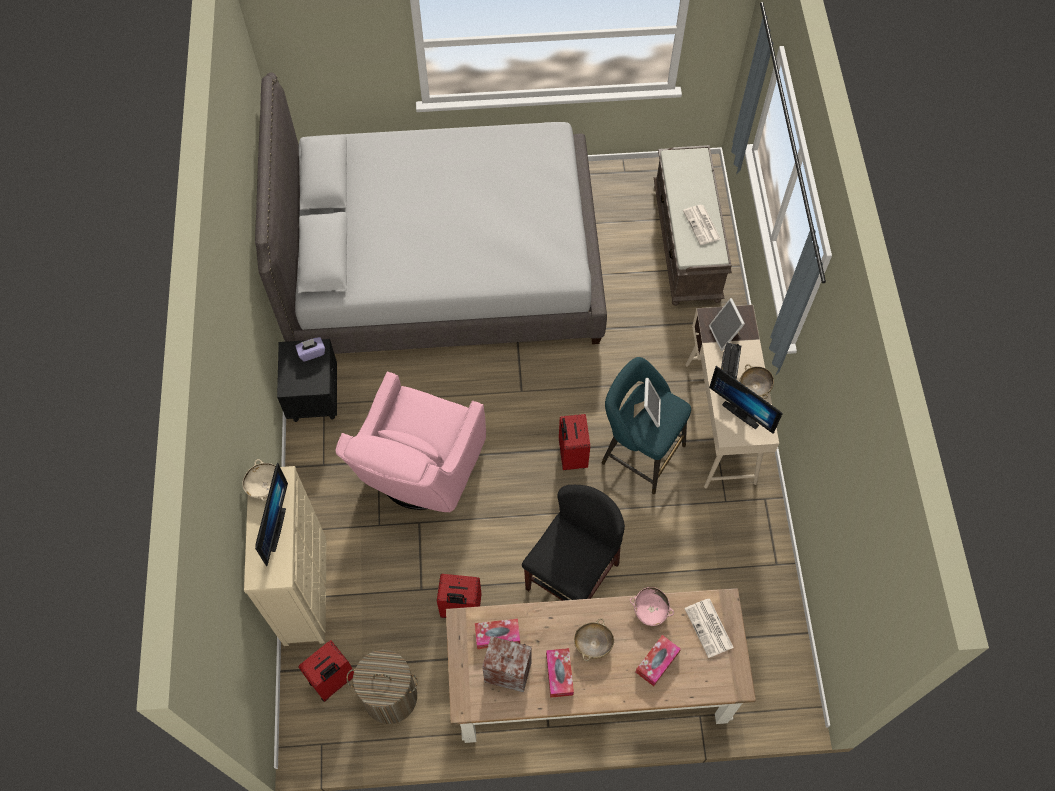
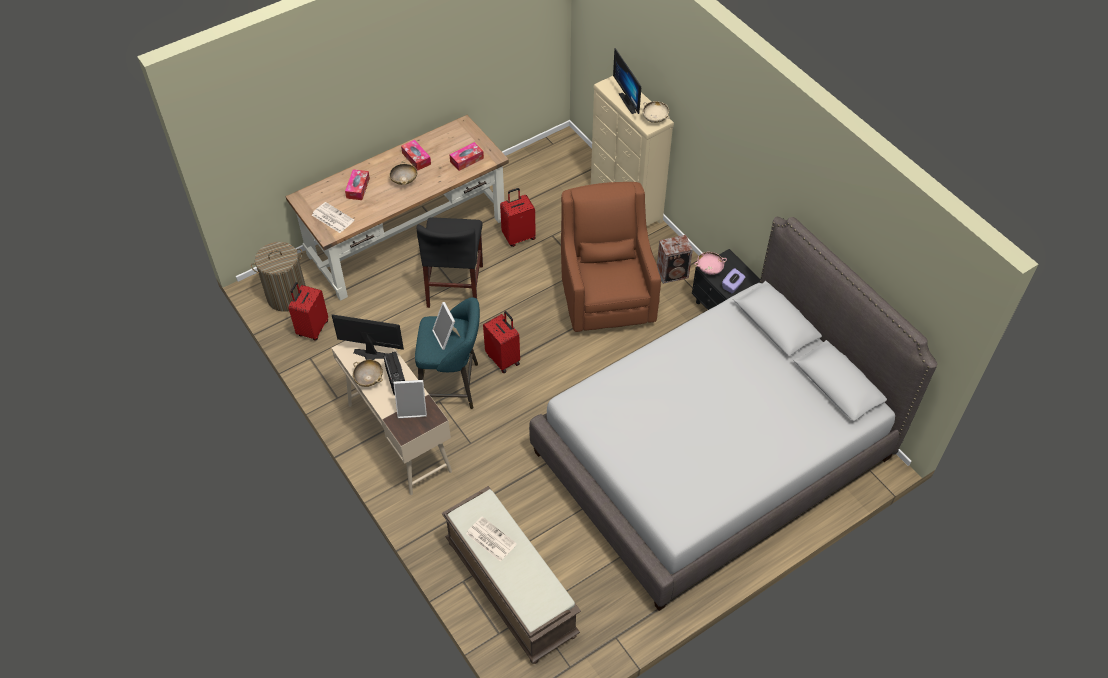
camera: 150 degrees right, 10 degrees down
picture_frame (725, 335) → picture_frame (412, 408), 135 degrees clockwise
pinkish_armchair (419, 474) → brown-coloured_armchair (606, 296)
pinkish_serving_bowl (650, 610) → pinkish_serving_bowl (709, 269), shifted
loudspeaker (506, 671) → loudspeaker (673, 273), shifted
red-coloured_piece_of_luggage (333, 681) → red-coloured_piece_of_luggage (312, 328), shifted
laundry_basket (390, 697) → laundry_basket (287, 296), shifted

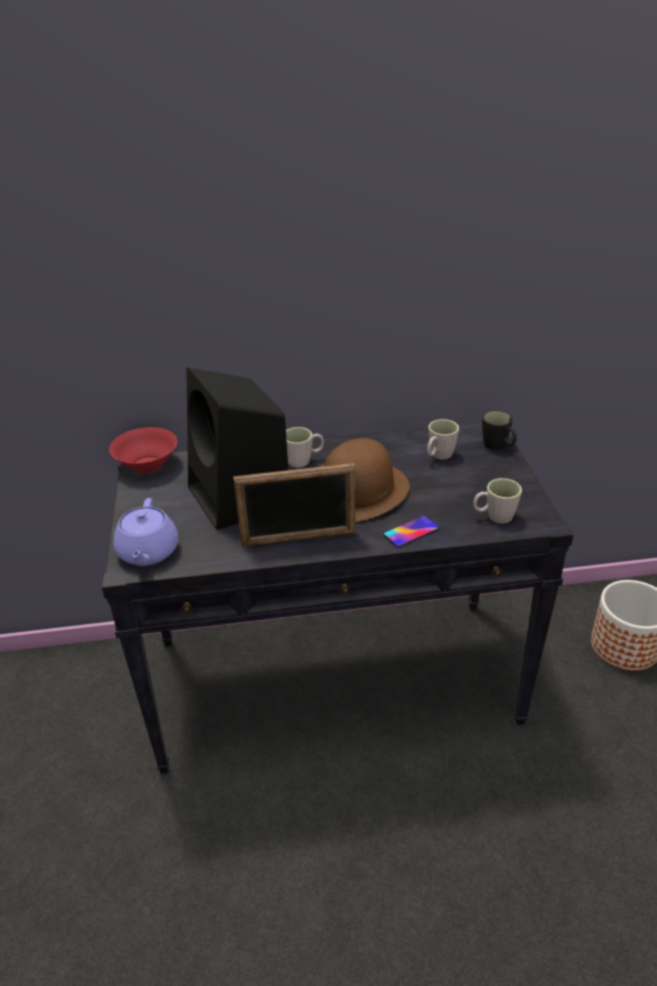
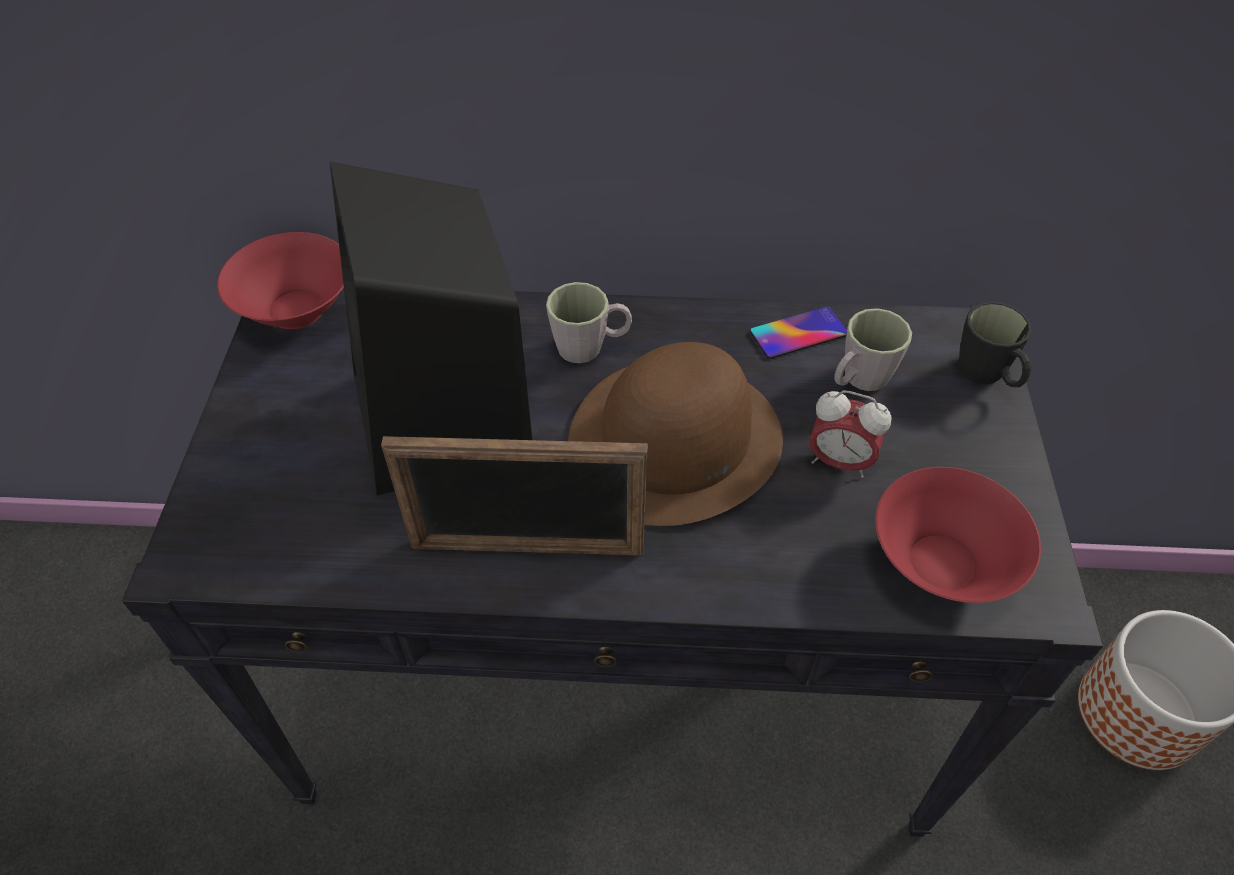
camera: 10 degrees right, 15 degrees up
gray_tea_mug (494, 516) → red-coloured_serving_bowl (940, 564)
purple_tea_pot (148, 552) → -
telephone (411, 532) → telephone (798, 333), shifted
- → table_clock (839, 462)

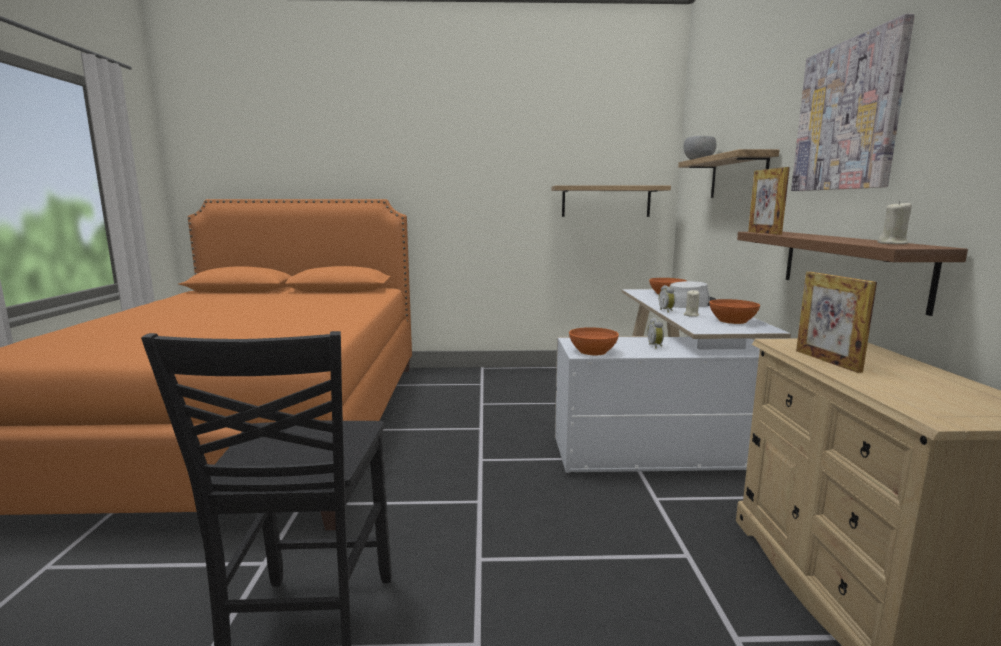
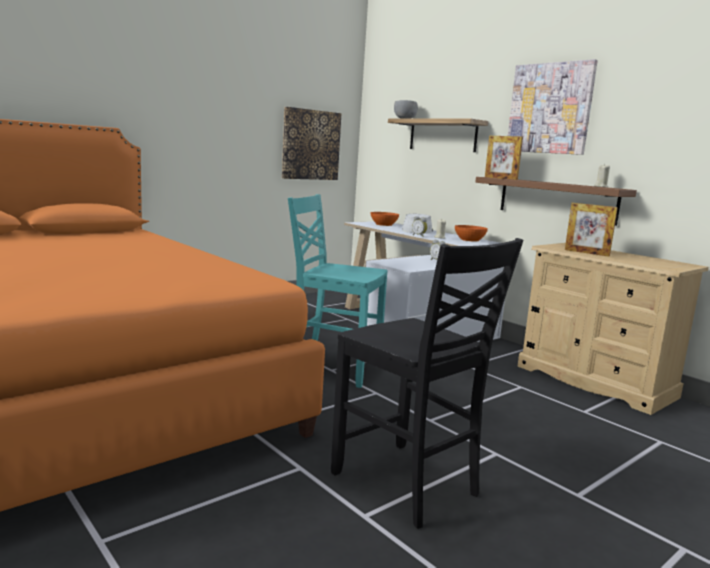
camera: 40 degrees left, 0 degrees up
bracket_shelf (606, 201) → wall_art (311, 145)
orangey_serving_bowl (593, 351) → -
- → blue-green_chair (333, 368)

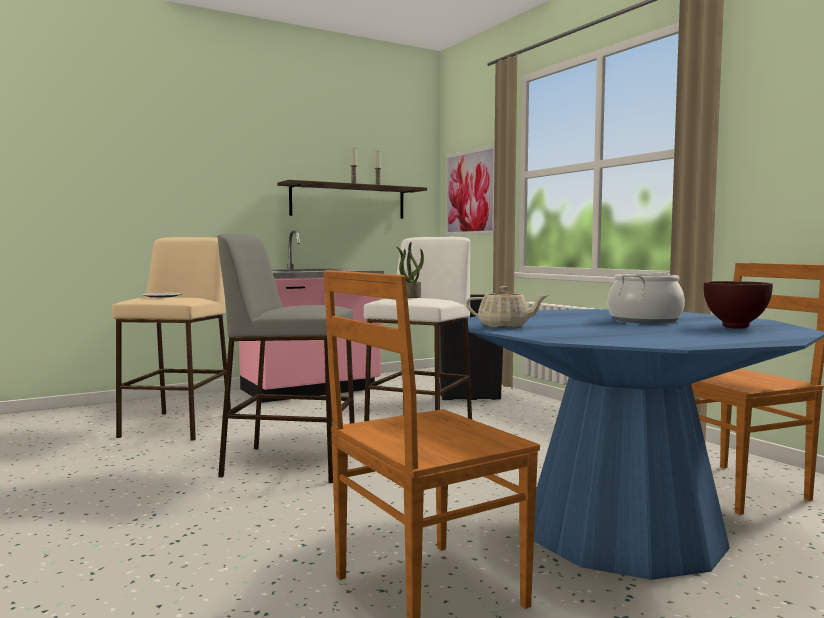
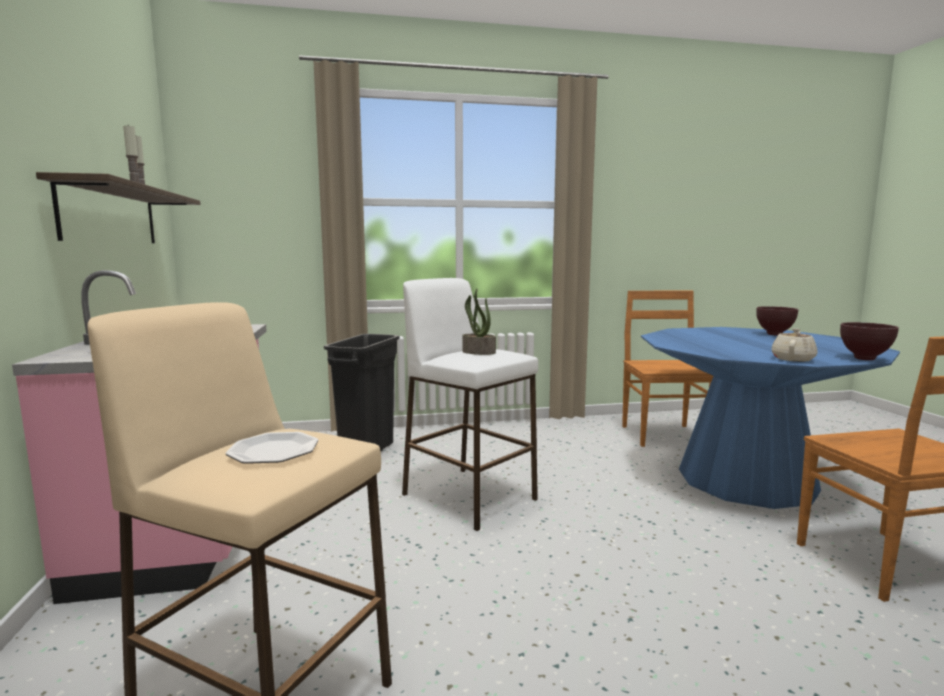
camera: 70 degrees left, 5 degrees up
wall_art (471, 193) → -
gray_stool (289, 464) → -
cooking_pot (645, 320) → -
- → brown-coloured_serving_bowl (865, 359)

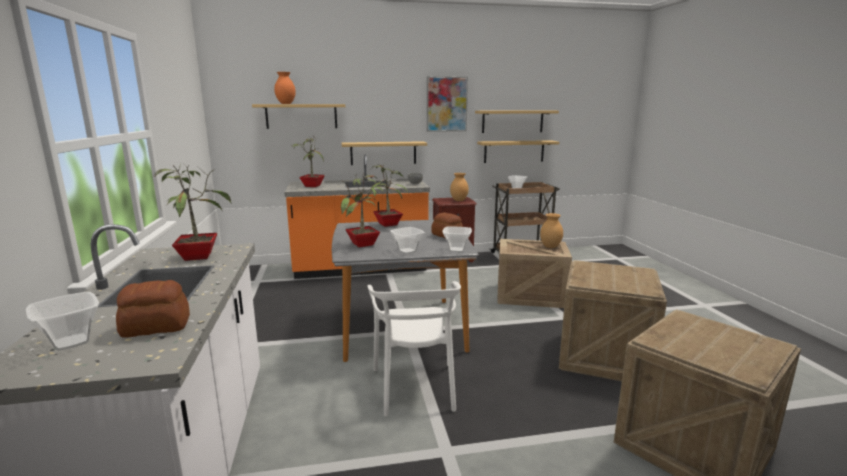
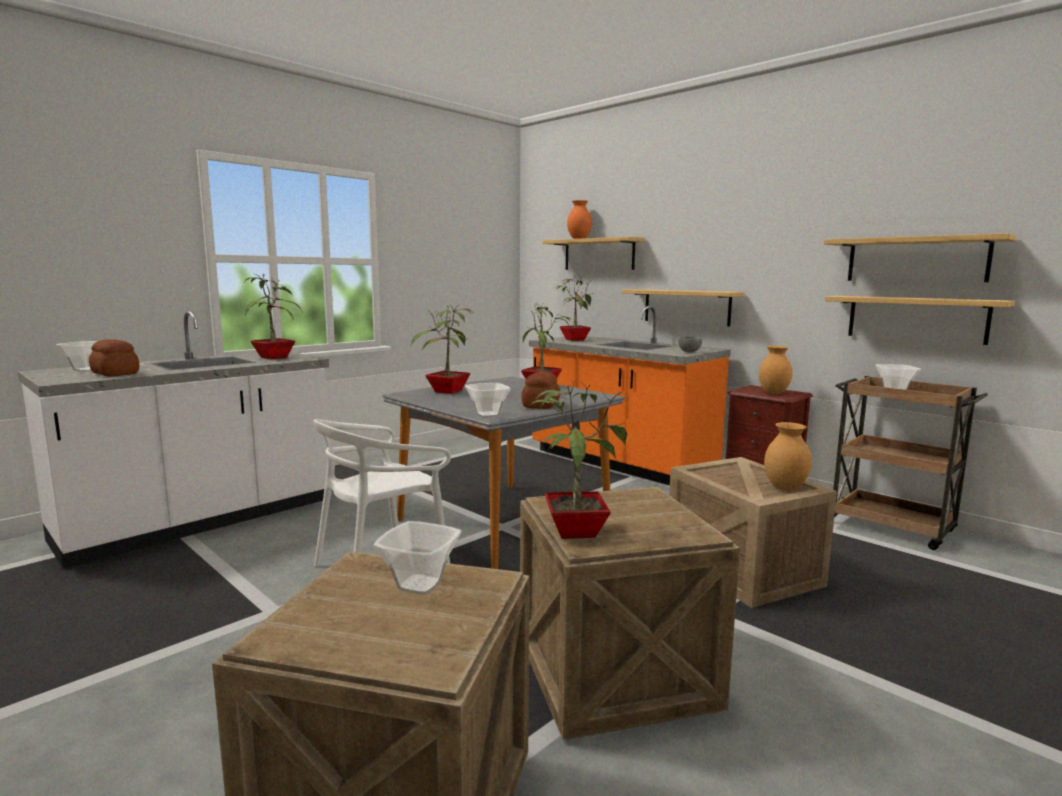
camera: 55 degrees right, 5 degrees down
wall_art (446, 104) → -
serving_bowl (408, 251) → serving_bowl (419, 586), shifted
- → potted_plant (575, 530)

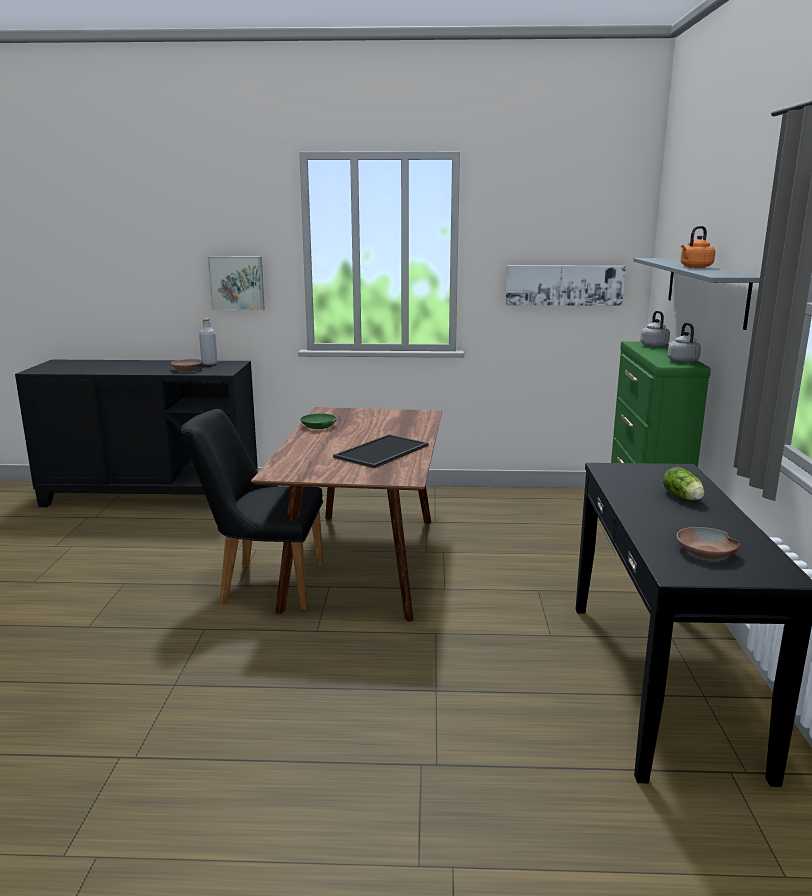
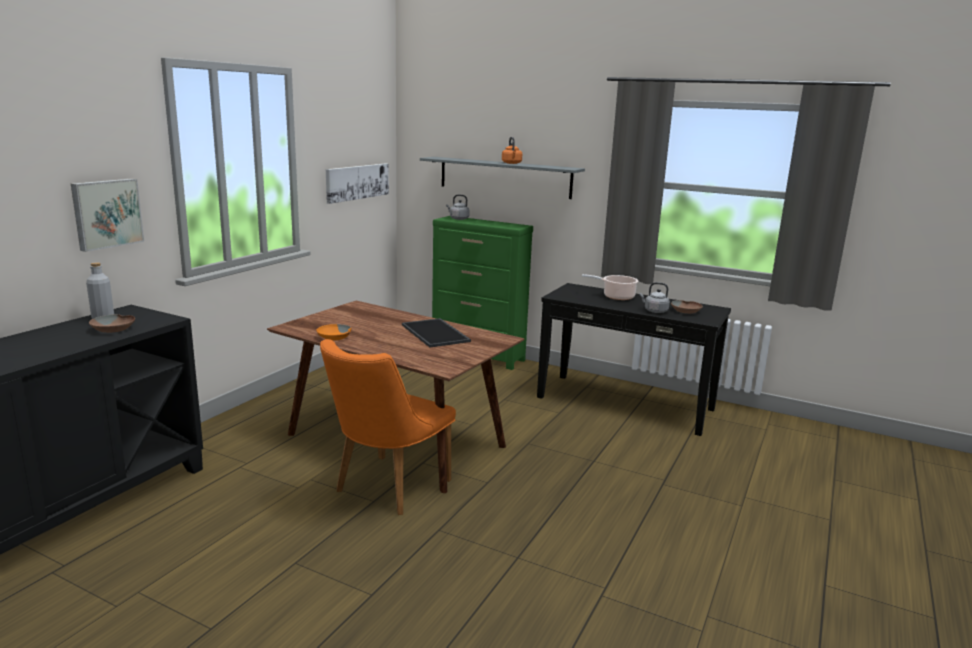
camera: 65 degrees left, 0 degrees up
gray_water_kettle (682, 361) → gray_water_kettle (654, 311), shifted
blackish_chair (262, 583) → orangey_chair (385, 489)
greenish_serving_bowl (318, 426) → orangey_serving_bowl (334, 337)
head_of_lettuce (683, 498) → cooking_pot (616, 296)

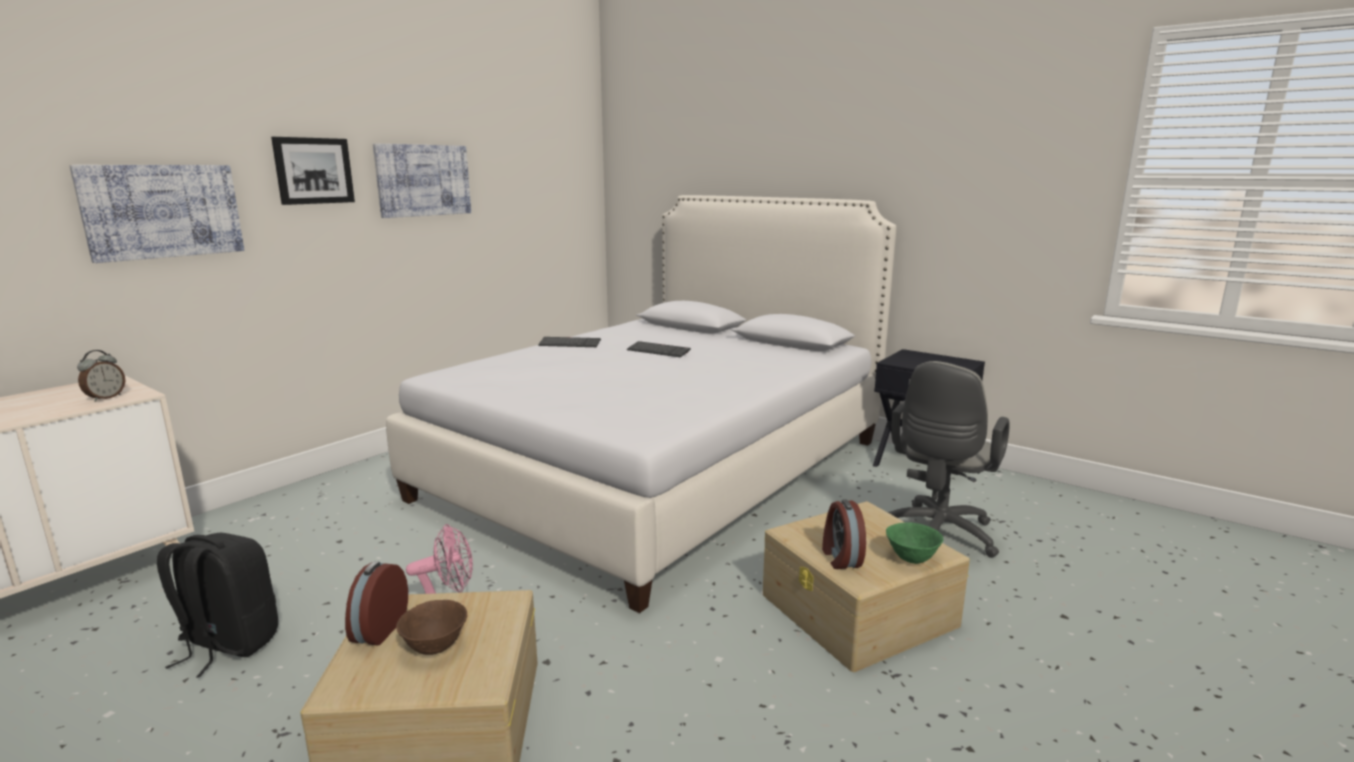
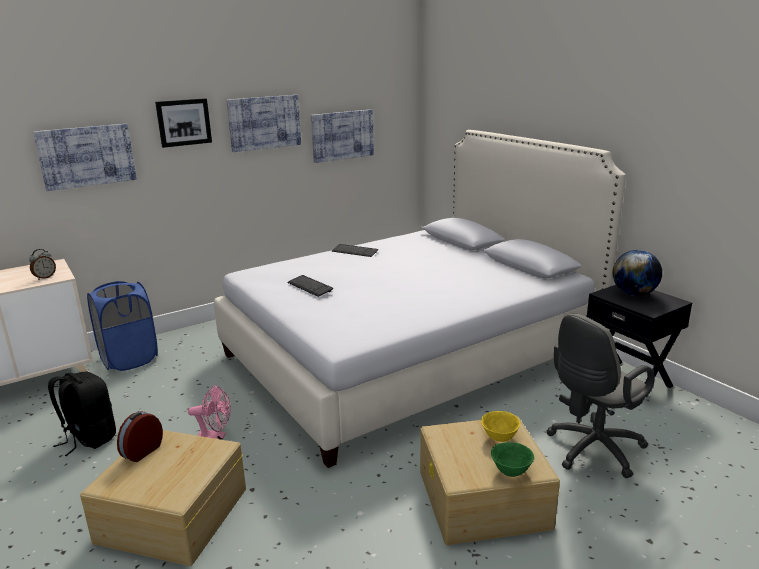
camera: 20 degrees right, 5 degrees up
keyboard (658, 351) → keyboard (310, 287), shifted
table_clock (840, 557) → -
brown-coloured_serving_bowl (436, 647) → -
- → wall_art (342, 135)
- → globe (634, 294)
- → bluish_laundry_basket (129, 359)
- → yellow_serving_bowl (499, 438)

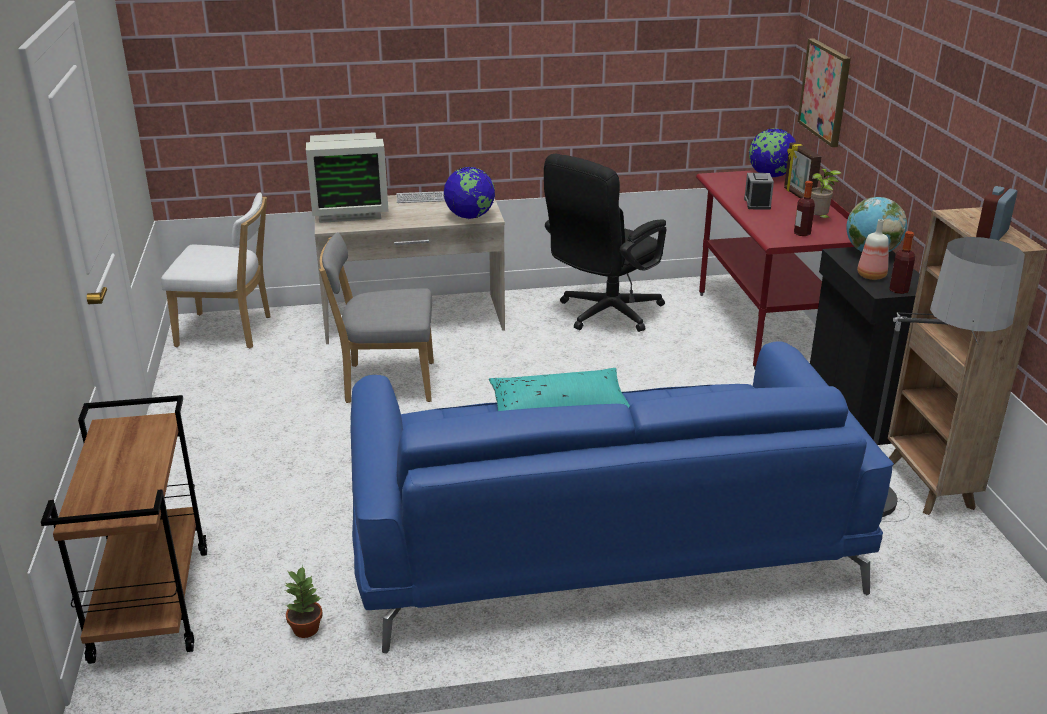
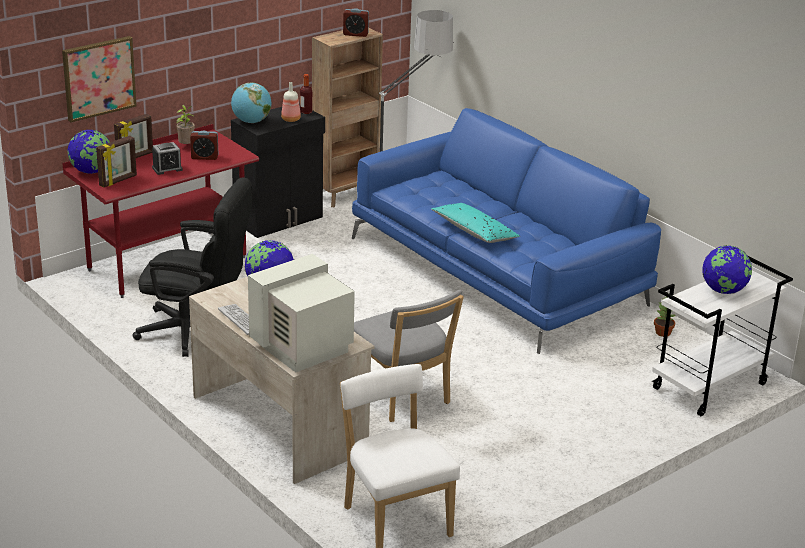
camera: 120 degrees left, 0 degrees up
computer_display (349, 209) → computer_display (303, 348), 90 degrees counterclockwise
bottle (802, 233) → -
brown-coloured_cart (150, 603) → white_cart (709, 387)
- → table_clock (204, 157)
- → picture_frame (118, 181)
- → globe (724, 290)

